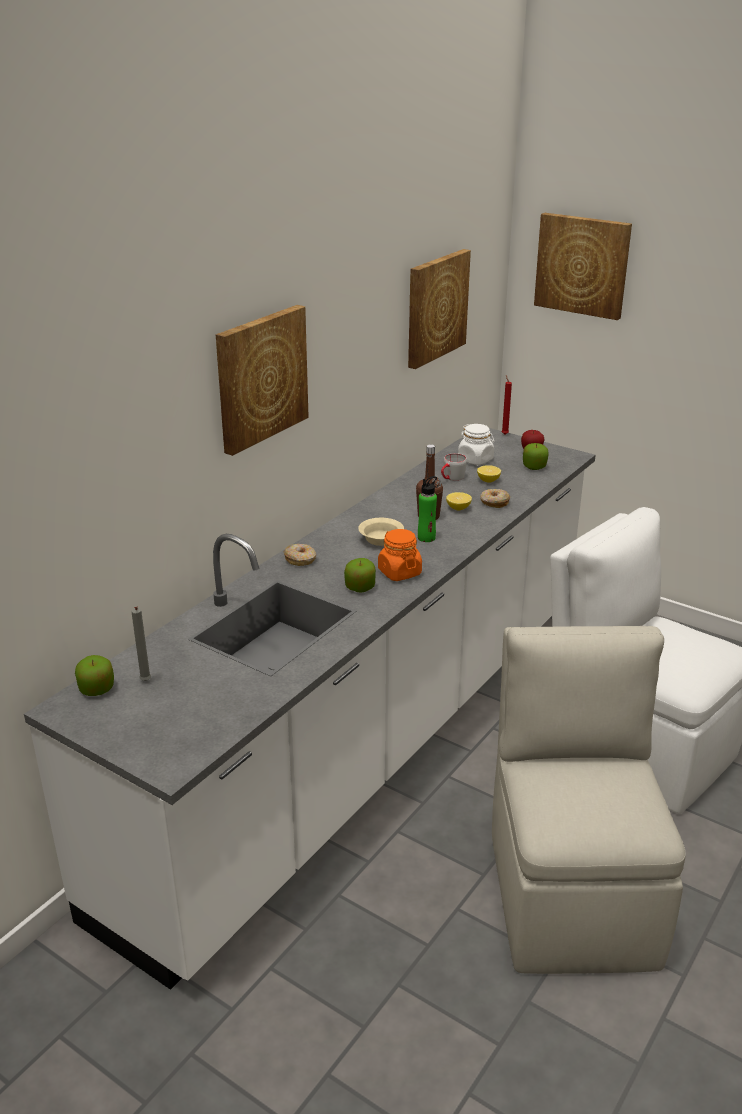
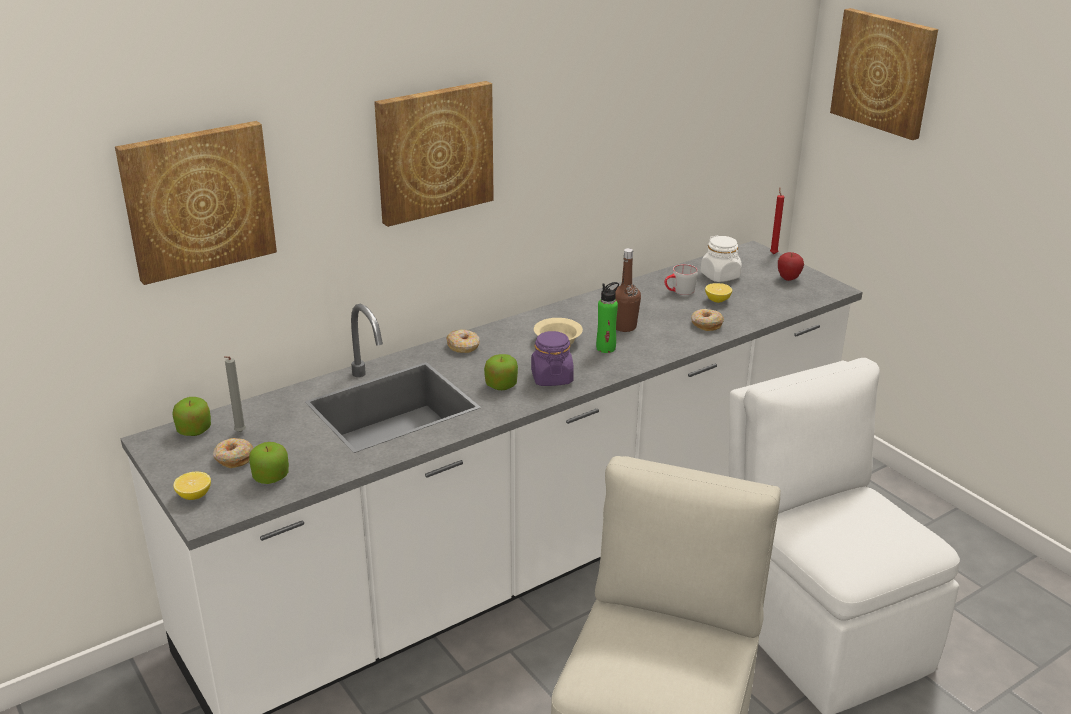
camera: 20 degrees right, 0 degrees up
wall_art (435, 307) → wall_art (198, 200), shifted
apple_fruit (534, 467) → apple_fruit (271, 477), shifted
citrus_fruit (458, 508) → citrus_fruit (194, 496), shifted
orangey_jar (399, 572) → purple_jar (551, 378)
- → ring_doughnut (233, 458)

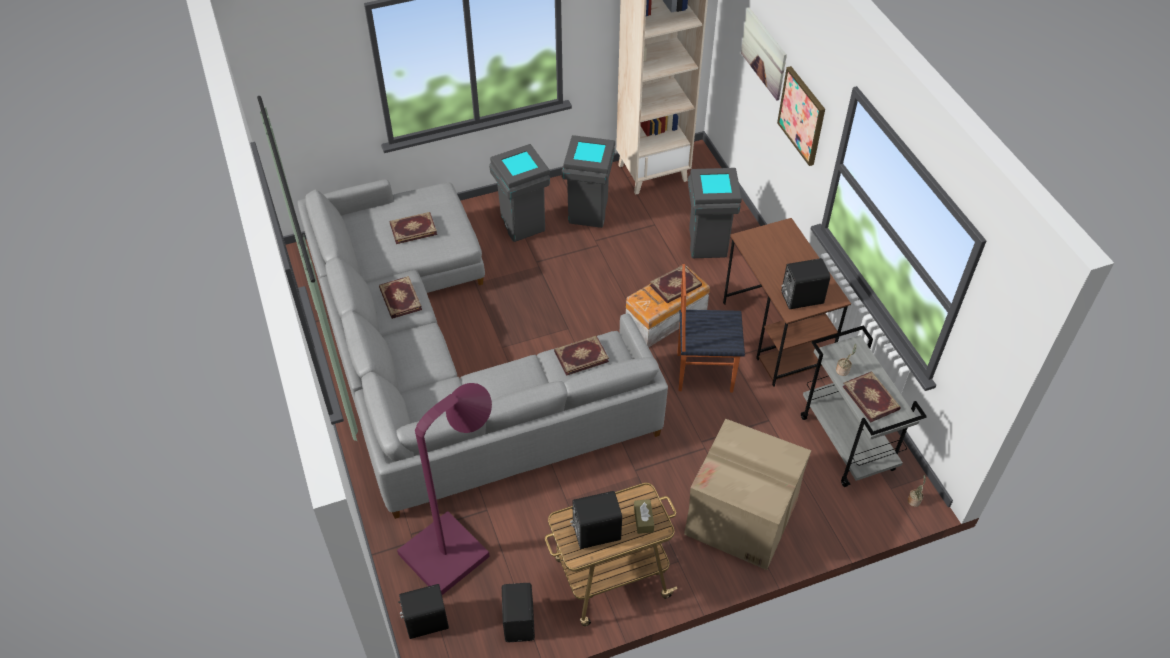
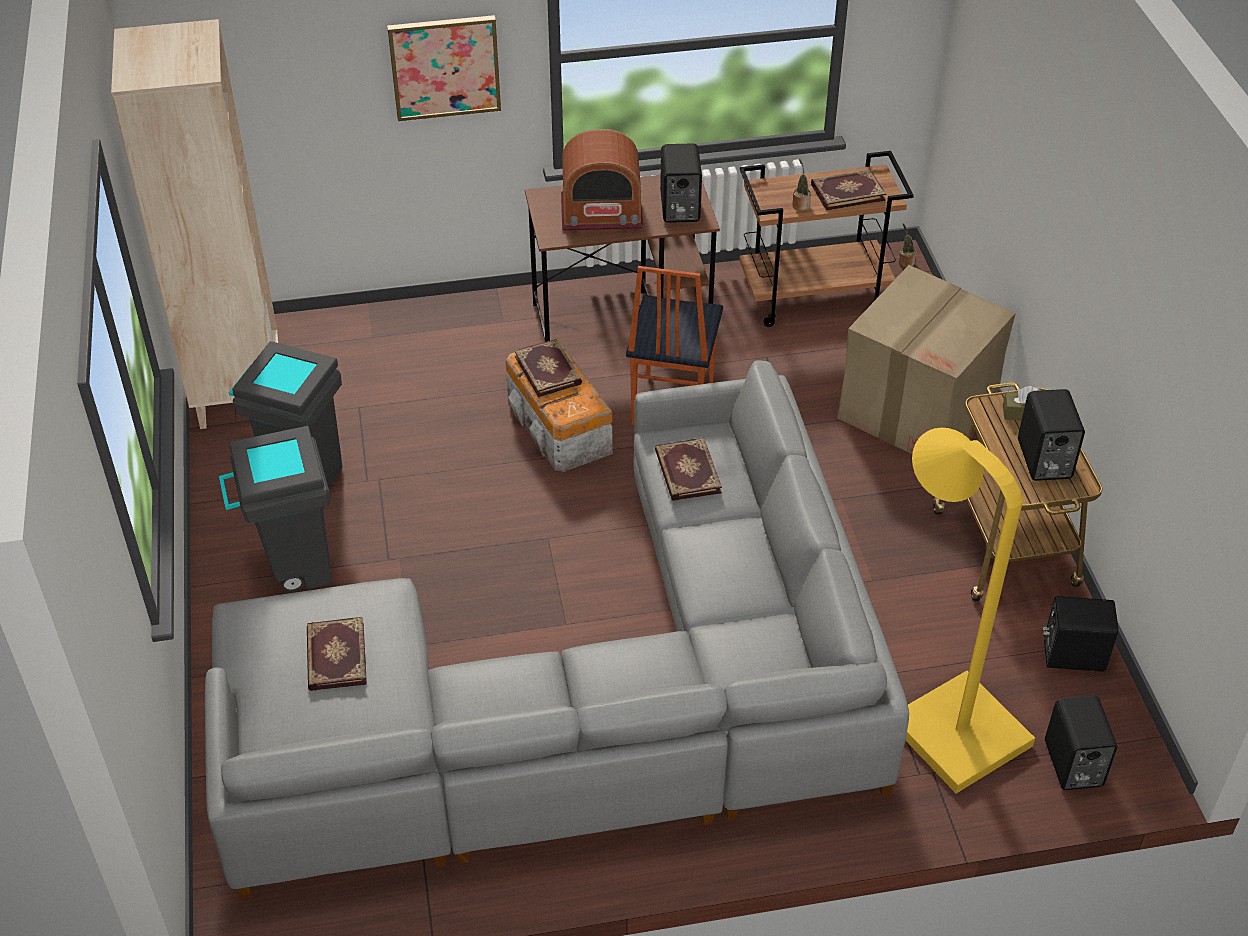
camera: 80 degrees left, 5 degrees down
wall_art (764, 53) → -
gray_trash_can (707, 245) → -
bound_book (399, 299) → -
gray_cart (847, 443) → brown-coloured_cart (815, 296)
purple_standard_lamp (454, 547) → yellow_standard_lamp (946, 720)
- → radio (601, 212)

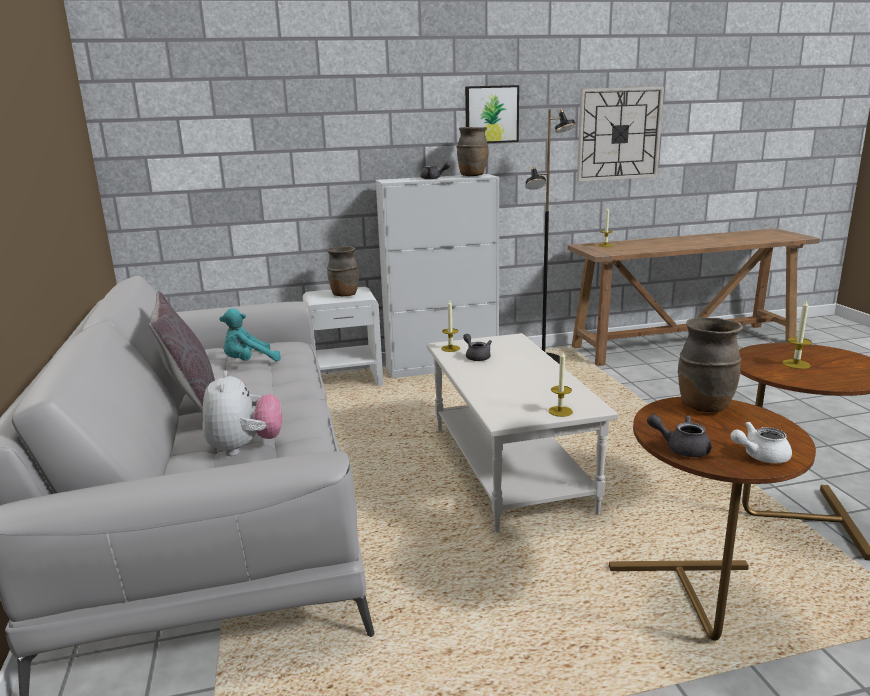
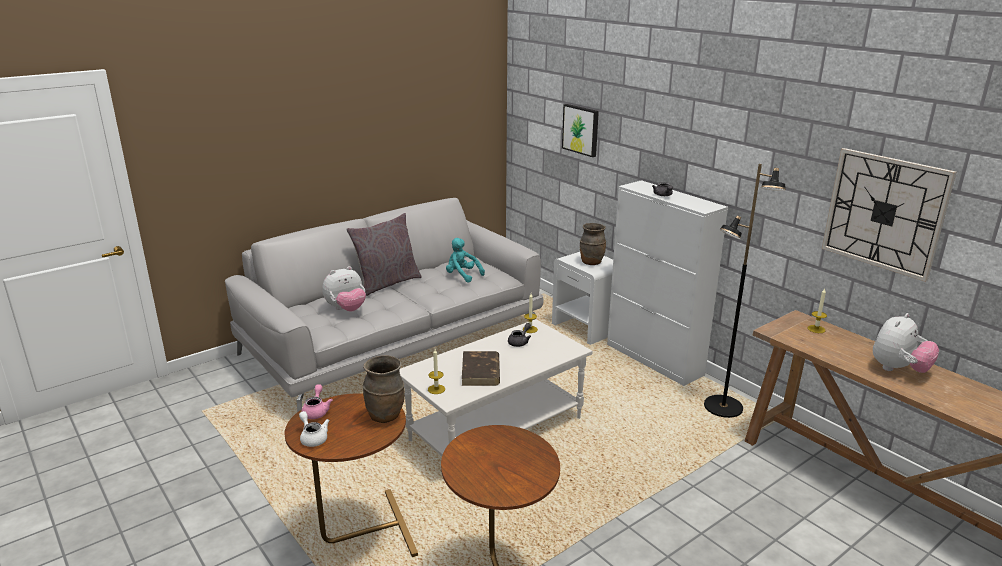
camera: 65 degrees right, 5 degrees up
wall_art (491, 114) → wall_art (581, 130), shifted
brown-coloured_decorative_vase (472, 176) → -
candle (796, 364) → -
gray_tea_pot (681, 448) → pinkish_tea_pot (316, 411)
- → soft_toy (898, 369)
- → brown-coloured_bound_book (481, 371)

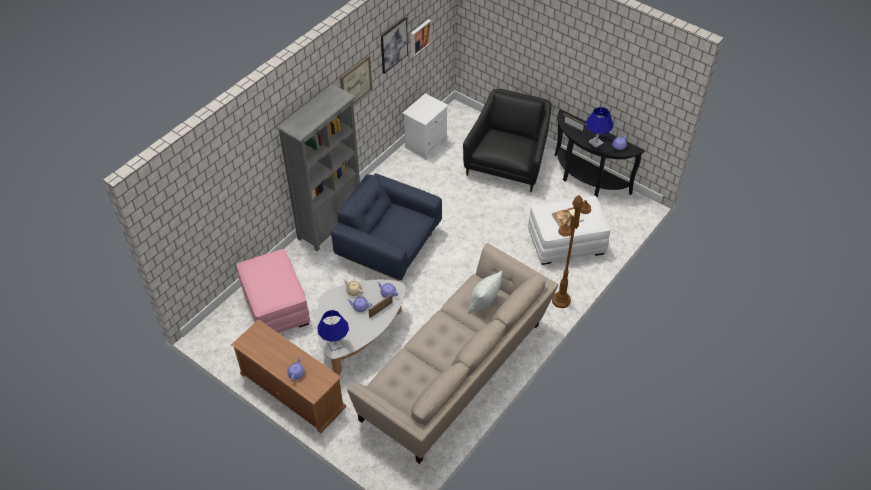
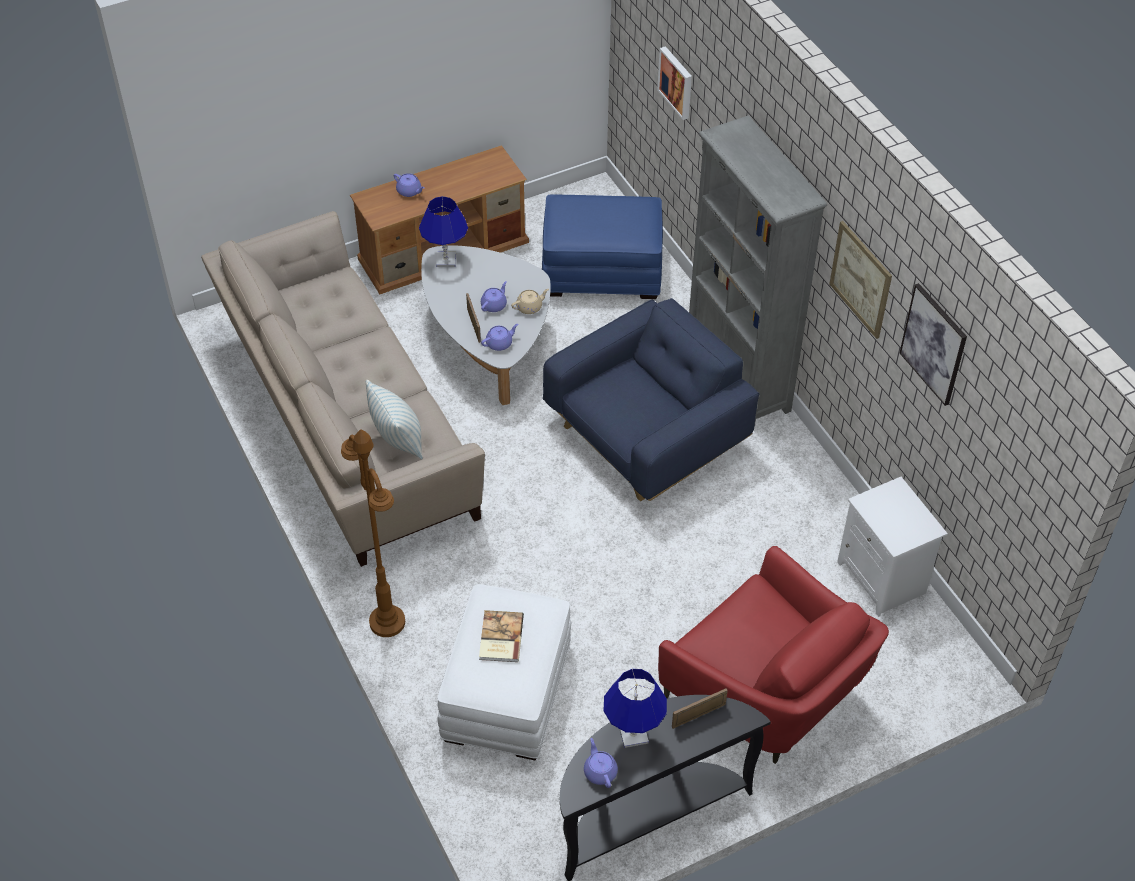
camera: 115 degrees right, 0 degrees up
wall_art (419, 37) → wall_art (677, 82), shifted
blackish_armchair (508, 162) → red-coloured_armchair (766, 695)
pinkish_footrest (275, 306) → bluish_footrest (602, 271)

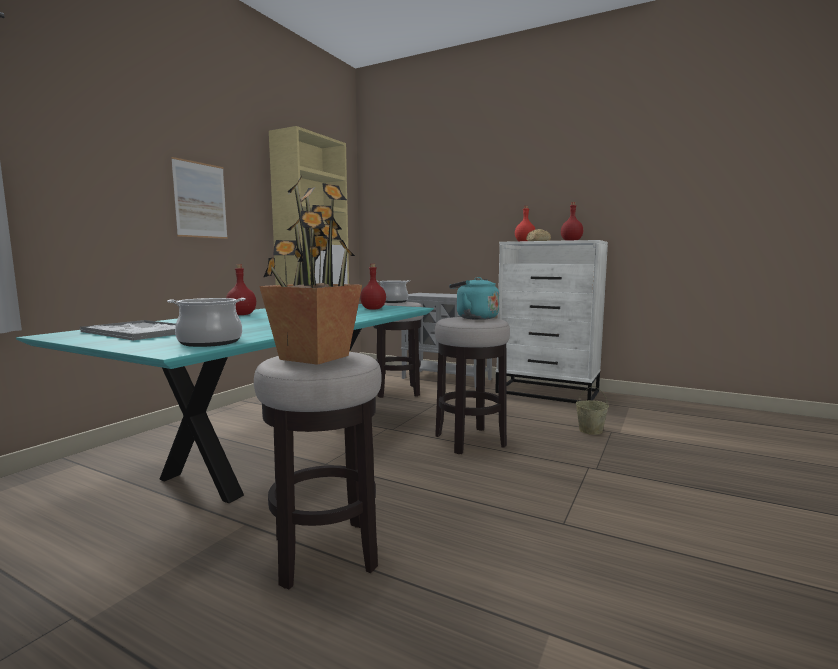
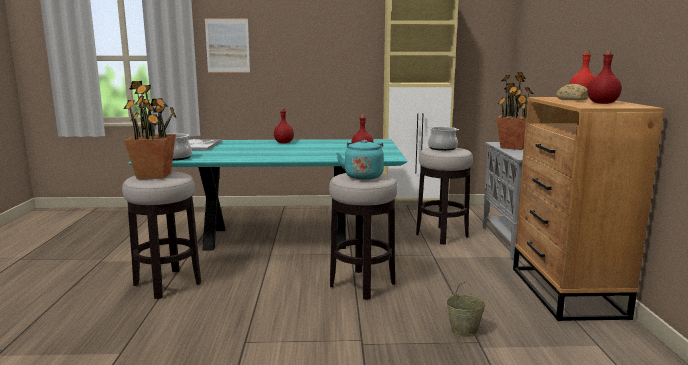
camera: 60 degrees right, 5 degrees up
wall_art (200, 200) → wall_art (227, 45), shifted
white_chest_of_drawers (548, 392) → brown-coloured_chest_of_drawers (566, 292)
- → potted_plant (513, 147)

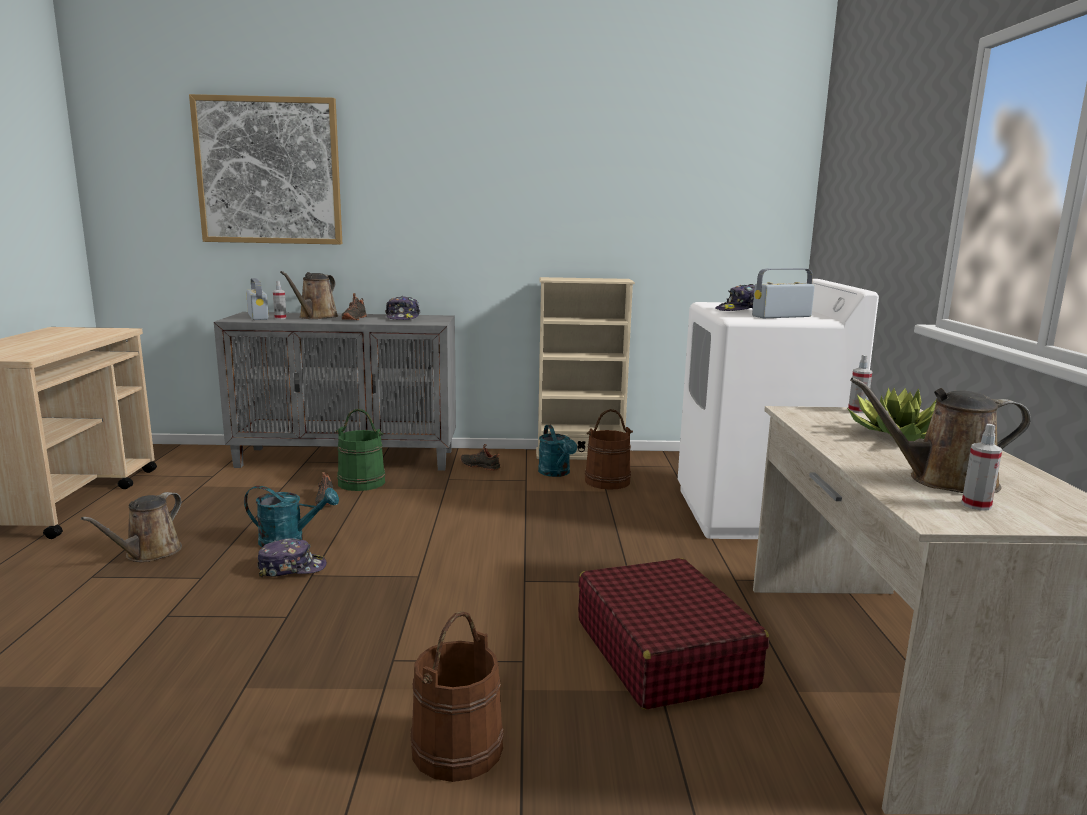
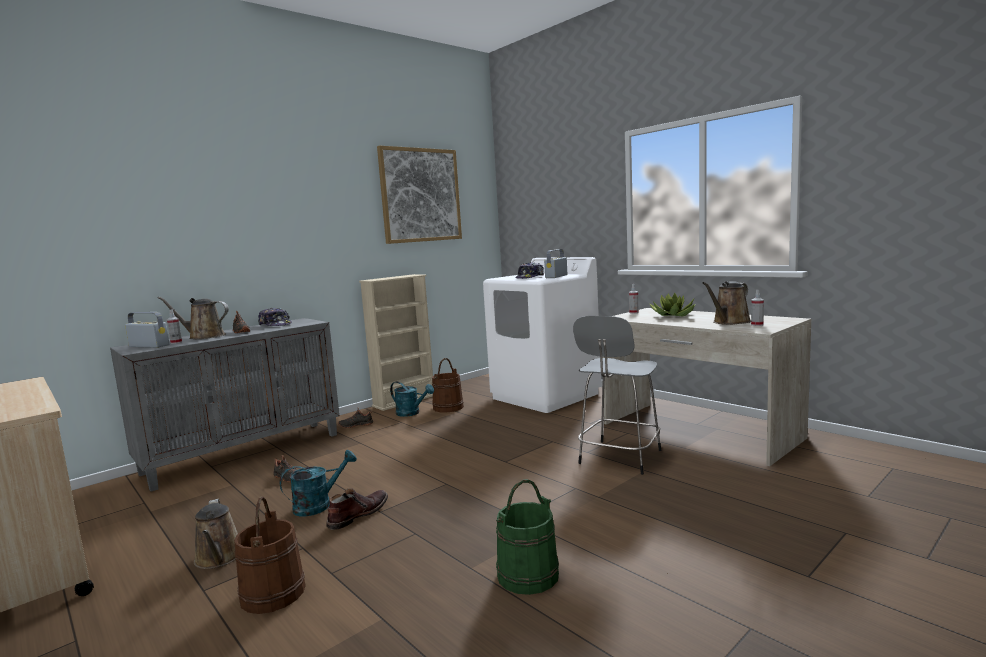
camera: 40 degrees left, 5 degrees down
wall_art (269, 171) → wall_art (420, 195), shifted
brown-coloured_watering_can (316, 317) → brown-coloured_watering_can (203, 337), 120 degrees clockwise
greenish_pail (362, 482) → greenish_pail (527, 574), shifted
peaked_cap (292, 568) → brown-coloured_high-top_boot (358, 514)
red-coloured_piece_of_luggage (663, 652) → gray_stool (619, 458)
brown-coloured_pail (457, 748) → brown-coloured_pail (273, 593), shifted

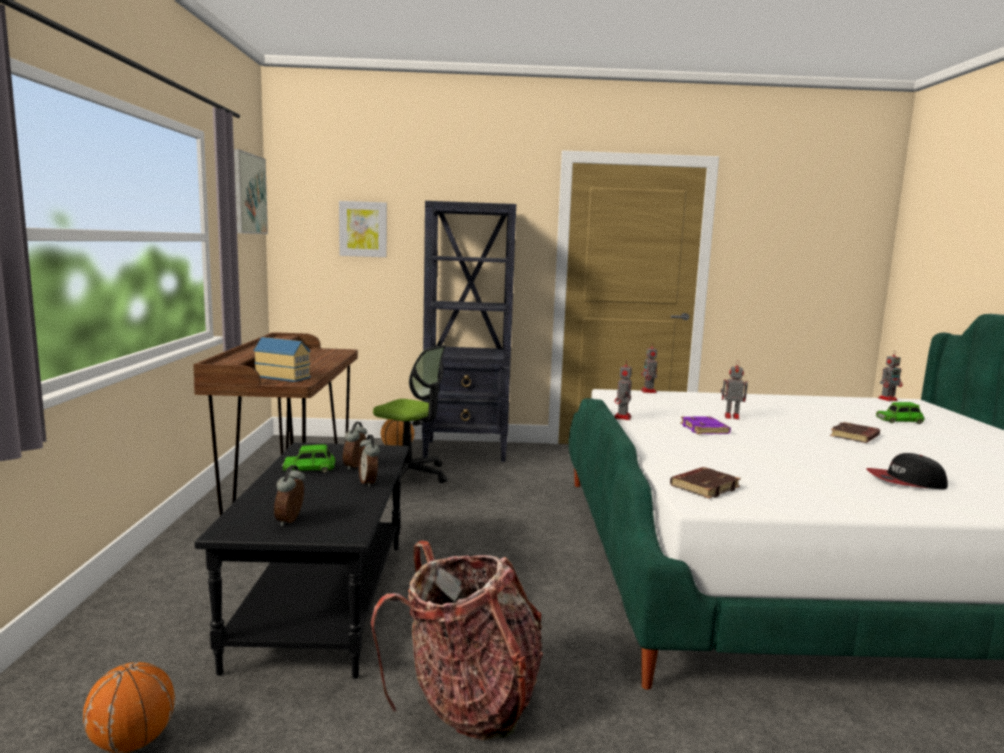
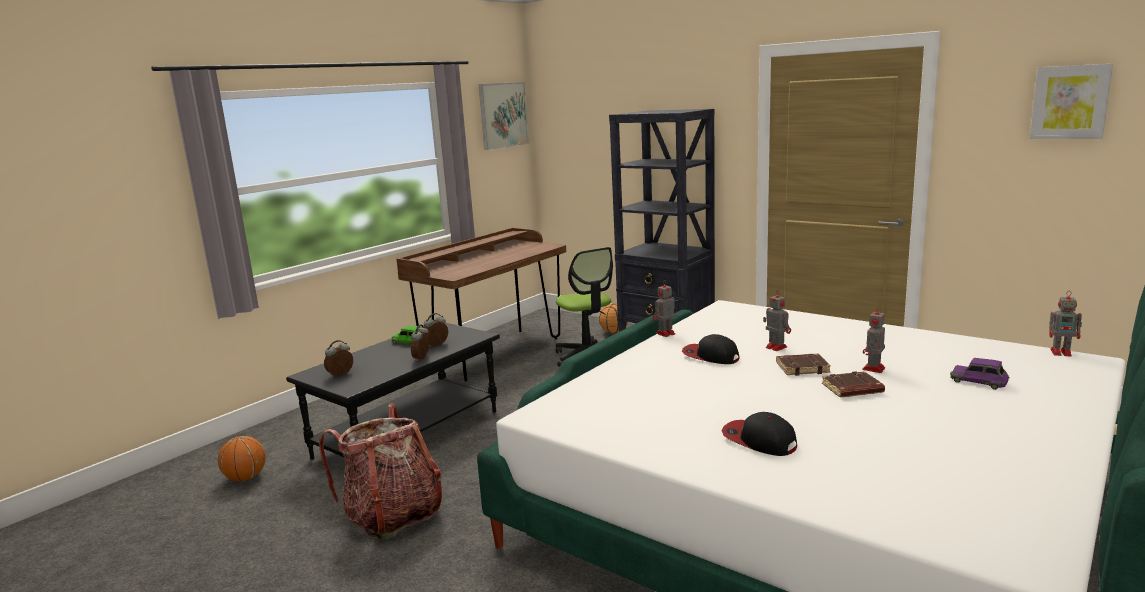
camera: 40 degrees right, 5 degrees up
wall_art (363, 229) → wall_art (1070, 102), shifted
toy_house (284, 376) → -
model_robot (648, 391) → model_robot (873, 369), shifted
greenish_miniature_car (899, 420) → purple_miniature_car (979, 381)
purple_bound_book (705, 429) → peaked_cap (710, 356)
brown-coloured_bound_book (704, 487) → brown-coloured_bound_book (802, 368), shifted

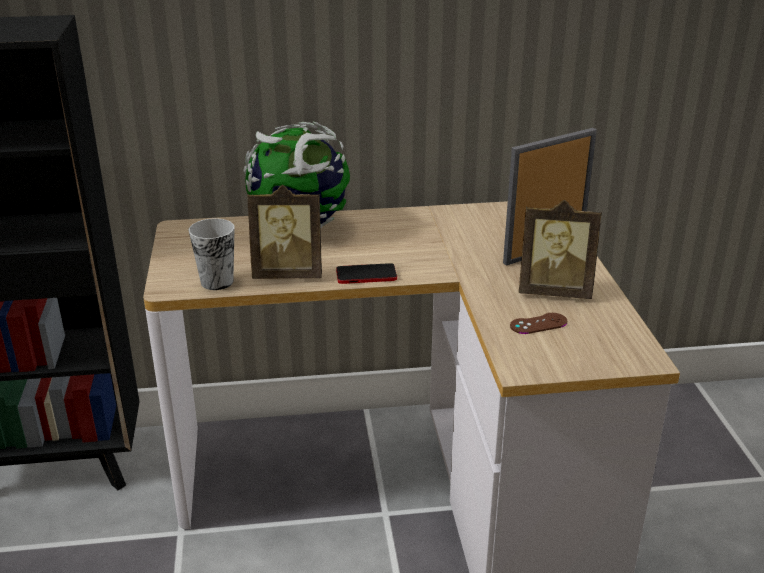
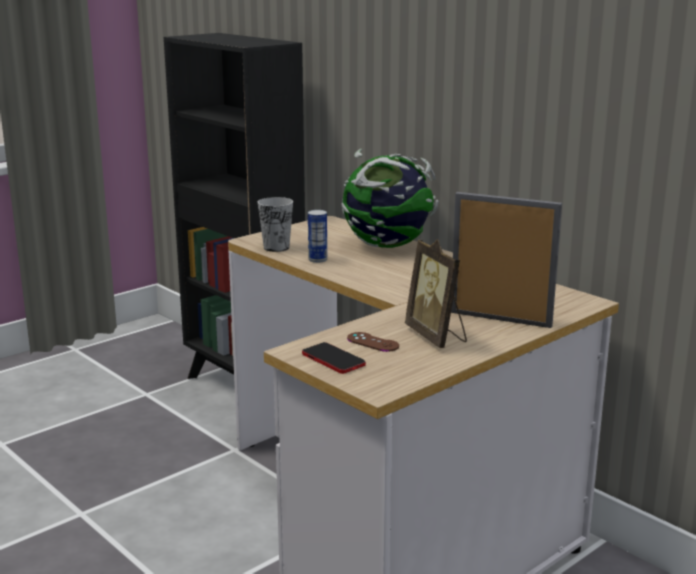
camera: 55 degrees right, 10 degrees down
picture_frame (288, 274) → can (317, 260)
telephone (366, 275) → telephone (333, 359), shifted

